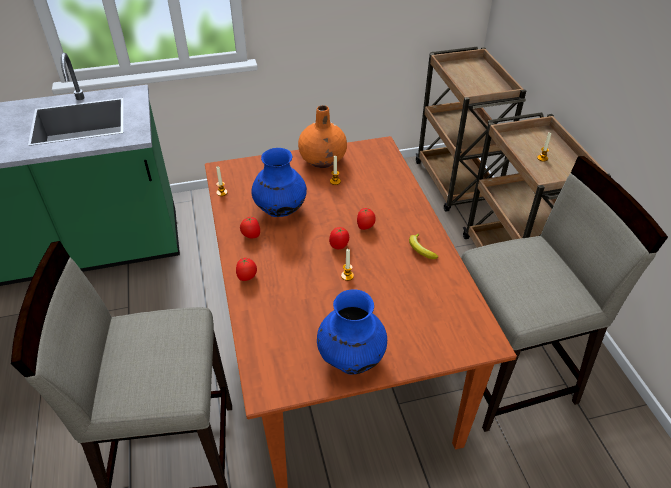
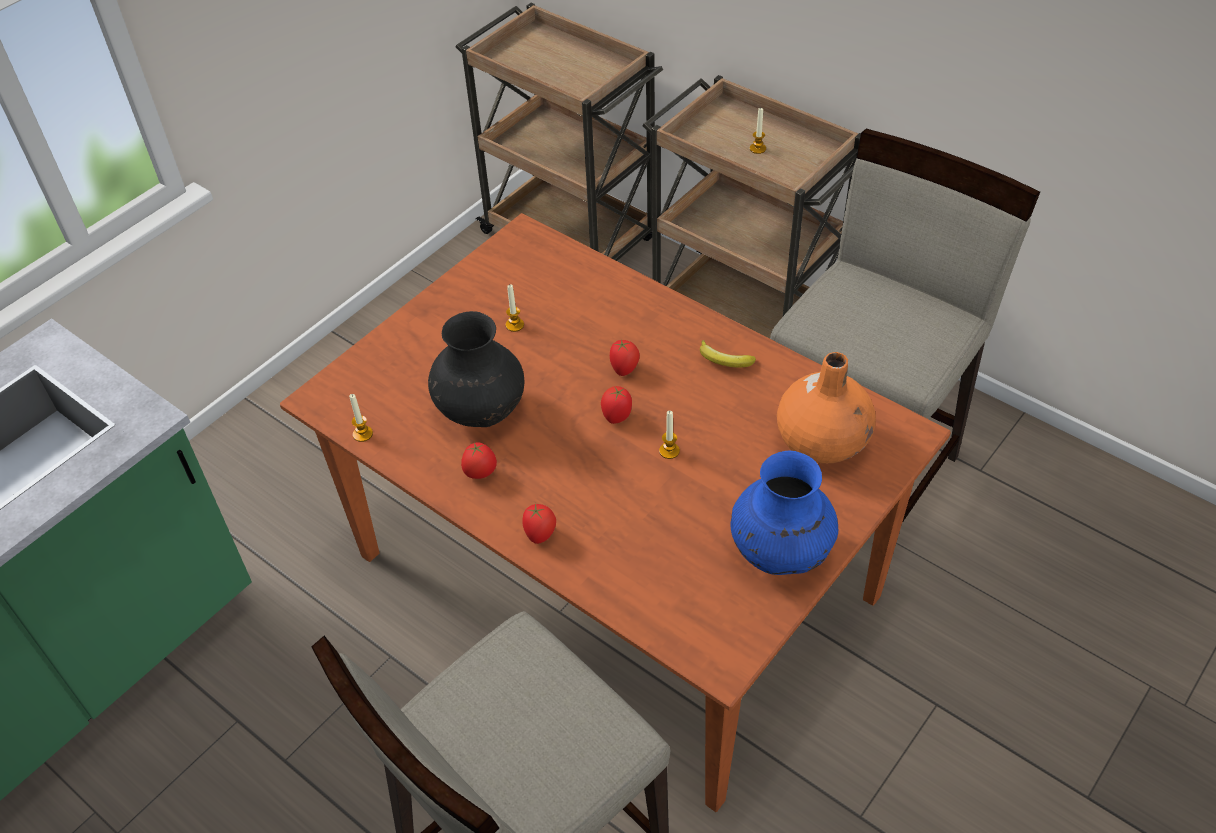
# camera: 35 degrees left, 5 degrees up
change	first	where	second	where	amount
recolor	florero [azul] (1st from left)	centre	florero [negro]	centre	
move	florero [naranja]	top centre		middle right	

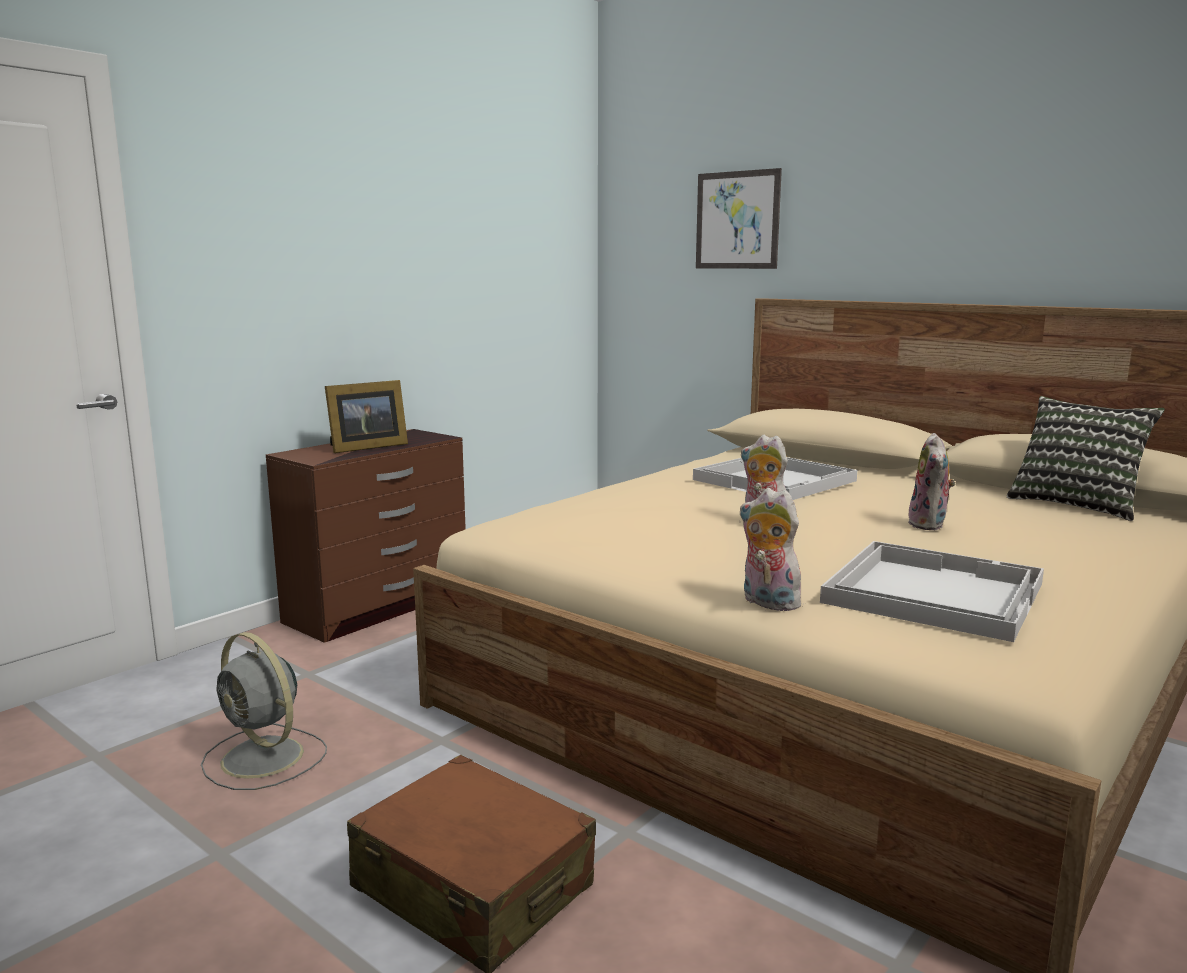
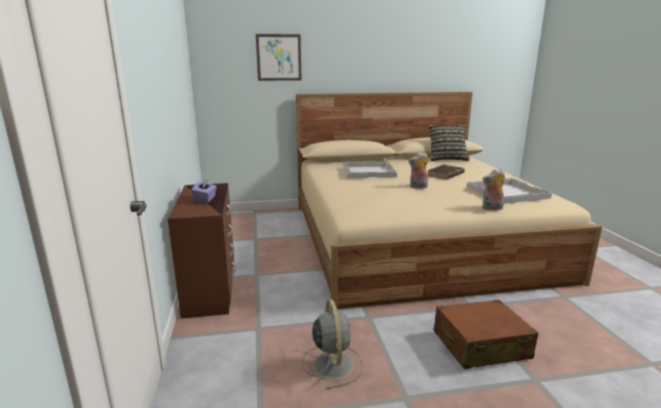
# camera: 50 degrees left, 5 degrees up
change	first	where	second	where	amount
replace	portarretratos	middle left	caja de pañuelos [morado]	middle left	
rotate	ventilador [gris]	bottom left		bottom centre	90 degrees counterclockwise
replace	peluche (3rd from left)	middle right	libro [marrón]	middle right	

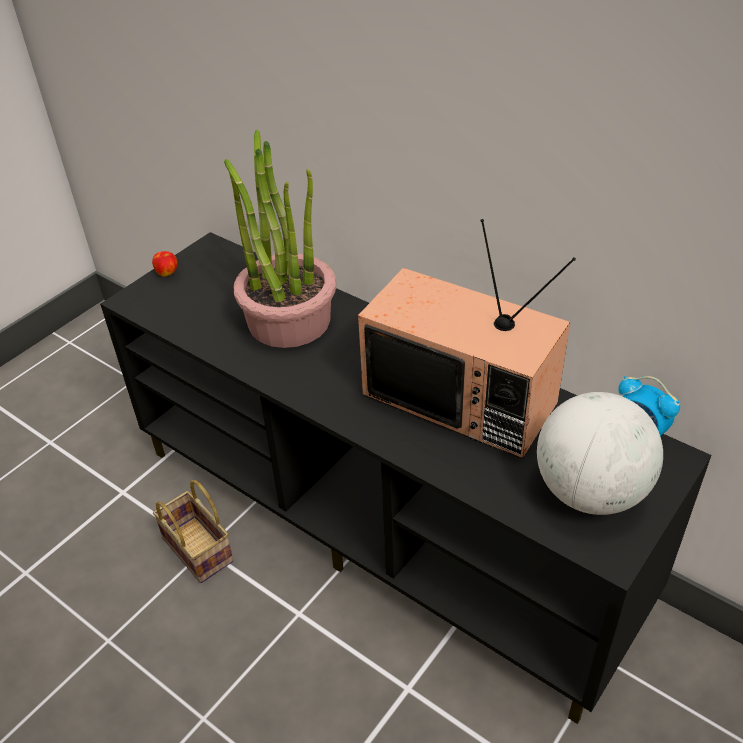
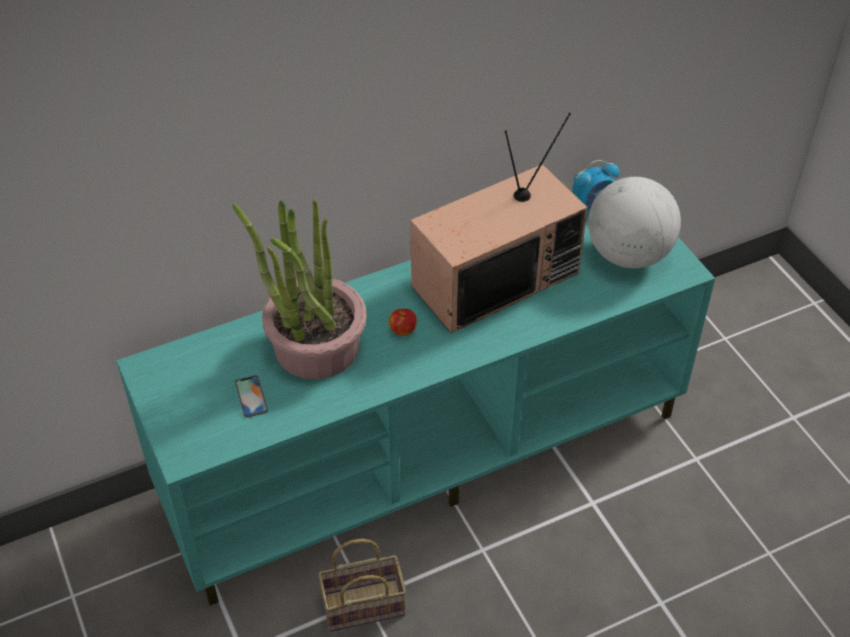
# camera: 65 degrees left, 5 degrees up
change	first	where	second	where	amount
recolor	mueble de televisión [negro]	centre	mueble de televisión [turquesa]	centre	
insert			móvil	middle left	
move	manzana	middle left		centre	

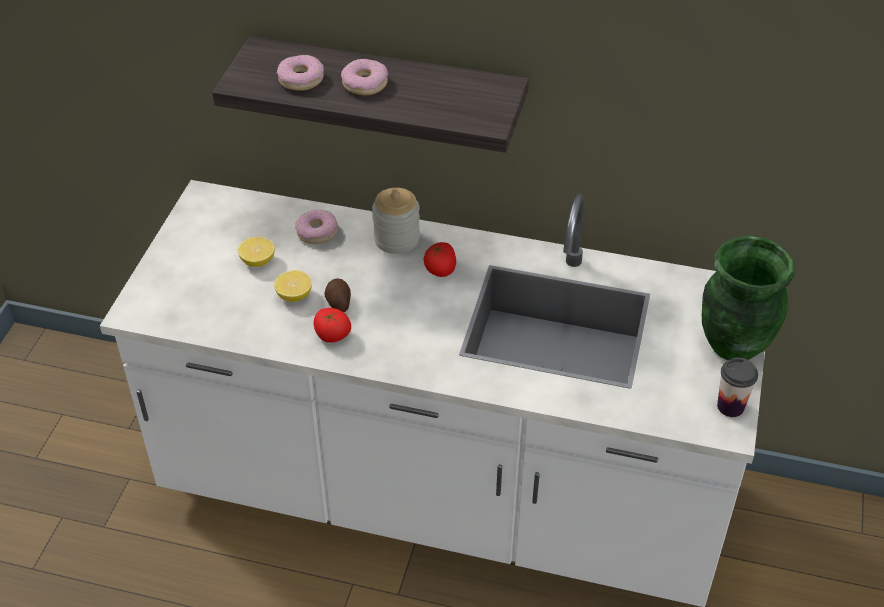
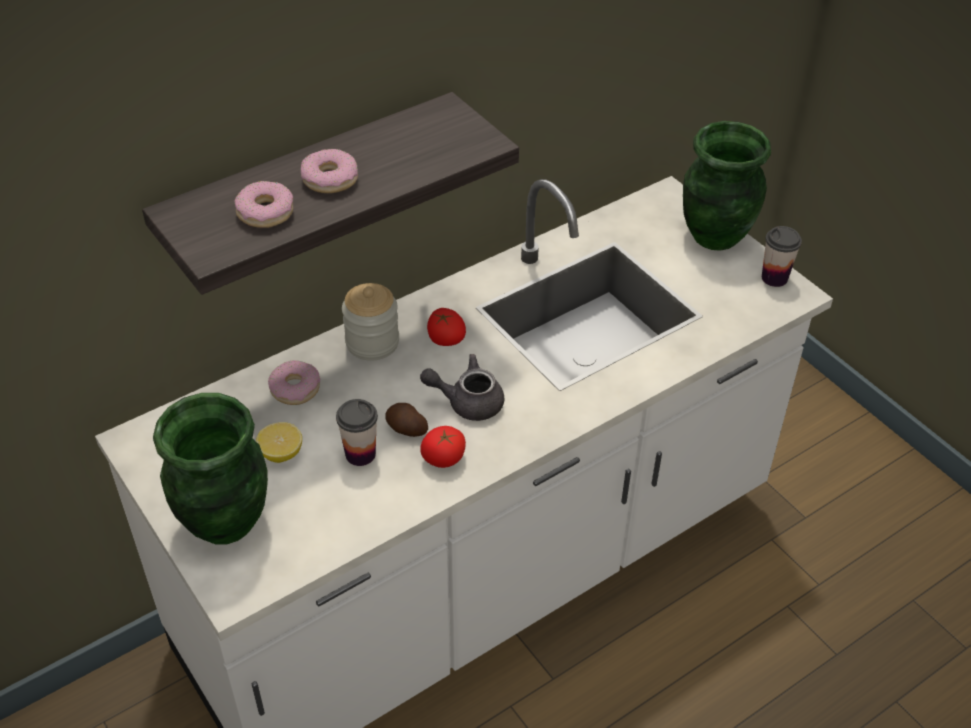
# camera: 50 degrees left, 0 degrees up
change	first	where	second	where	amount
insert			florero [verde] (1st from left)	middle left	
replace	limón (2nd from left)	middle left	taza (1st from left)	centre	
insert			tetera [gris]	centre	

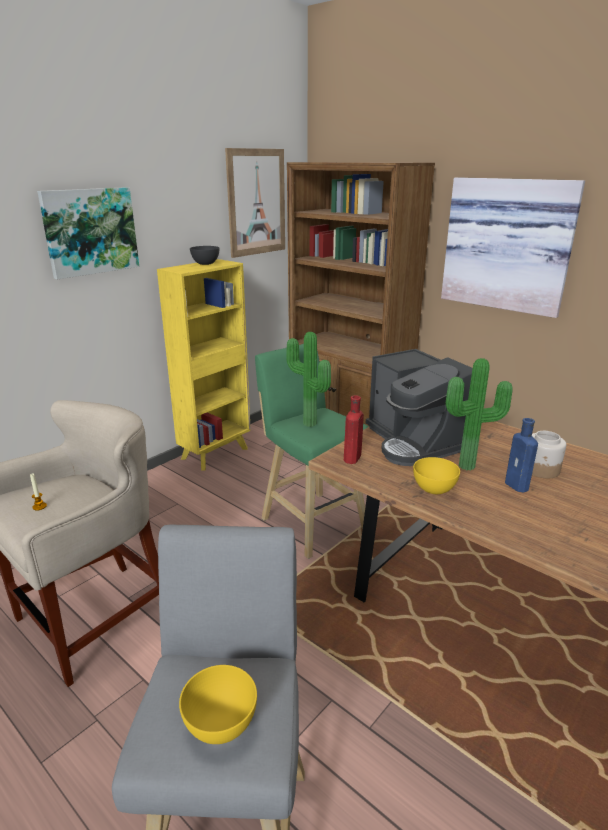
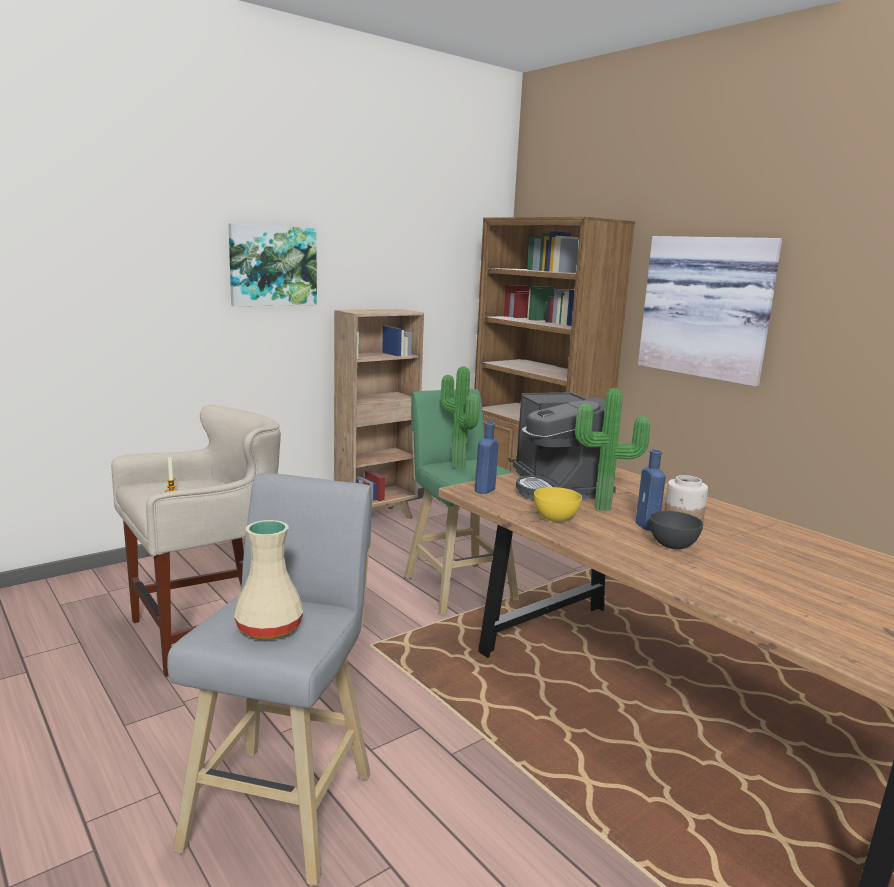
# camera: 10 degrees right, 10 degrees down
change	first	where	second	where	amount
replace	cuenco [amarillo] (1st from left)	bottom centre	florero [beis]	middle left	
recolor	estantería [amarillo]	centre	estantería [marrón] (1st from left)	centre	
recolor	botella [rojo]	centre	botella [azul] (1st from left)	centre	
move	cuenco [gris]	top centre		middle right	
delete	cuadro (2nd from left)	top centre			

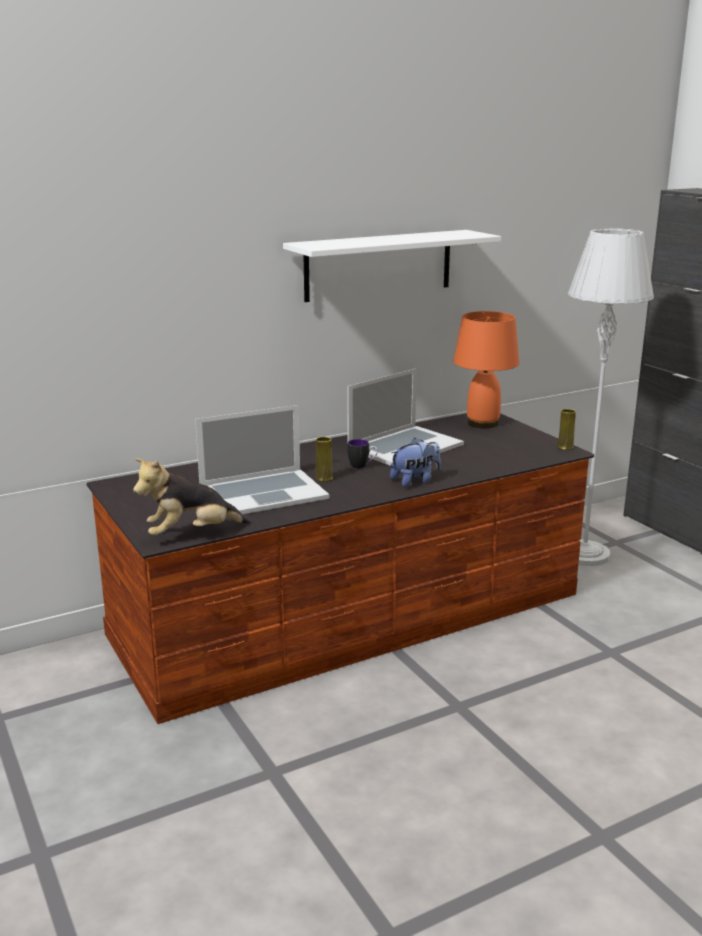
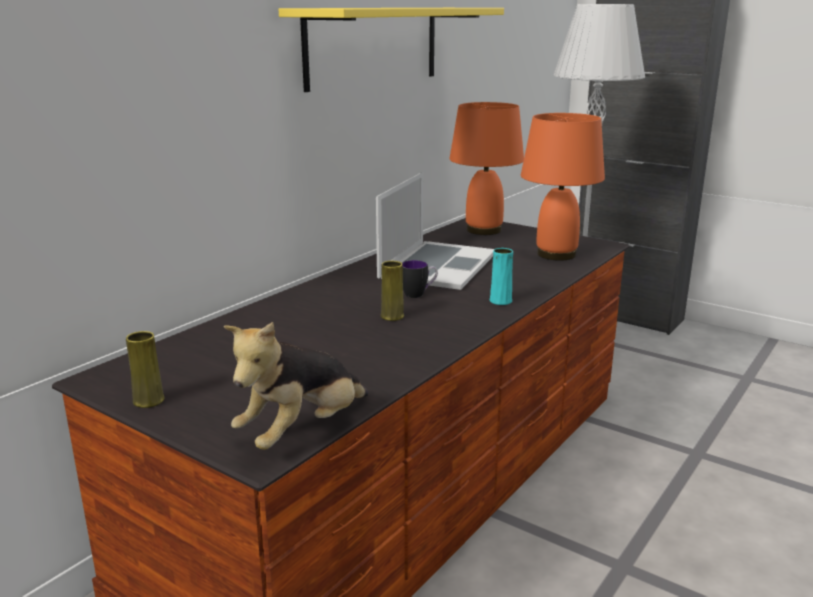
# camera: 25 degrees left, 0 degrees up
change	first	where	second	where	amount
move	florero [amarillo] (2nd from left in the first image)	middle right	florero [amarillo] (1st from left)	middle left	
recolor	estante [blanco]	top centre	estante [amarillo]	top centre	
replace	peluche (2nd from left)	centre	florero [turquesa]	centre	
insert			lámpara de mesa [naranja] (2nd from left)	top right	
delete	portátil (1st from left)	centre			

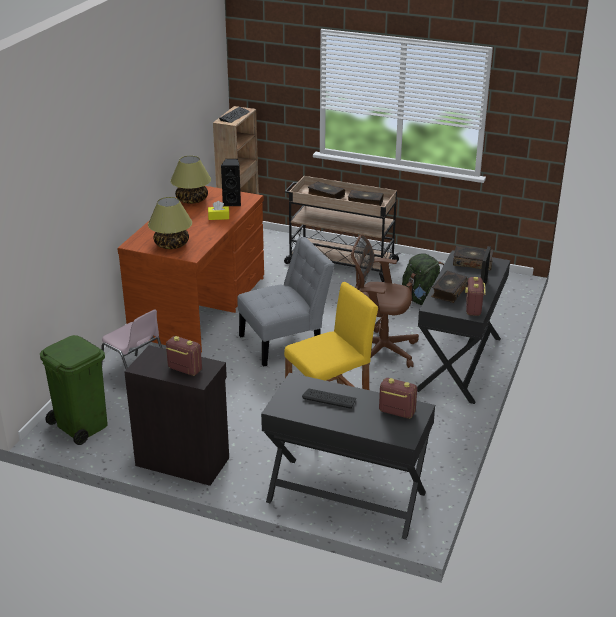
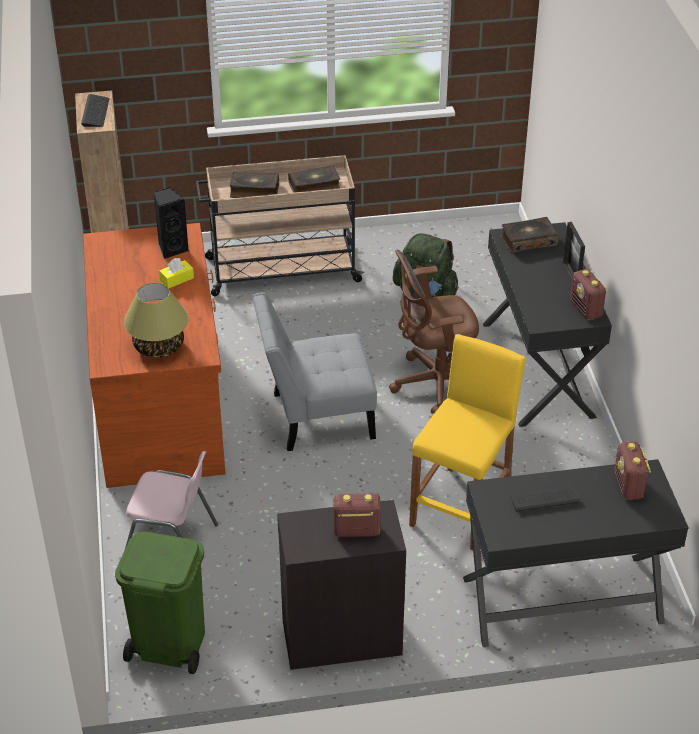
# camera: 30 degrees left, 10 degrees up
change	first	where	second	where	amount
rotate	silla [gris]	centre		centre	135 degrees counterclockwise
rotate	radio (2nd from left in the first image)	centre	radio (3rd from left)	middle right	90 degrees counterclockwise
delete	lámpara de mesa (2nd from left)	top left			
delete	libro (3rd from left)	middle right			

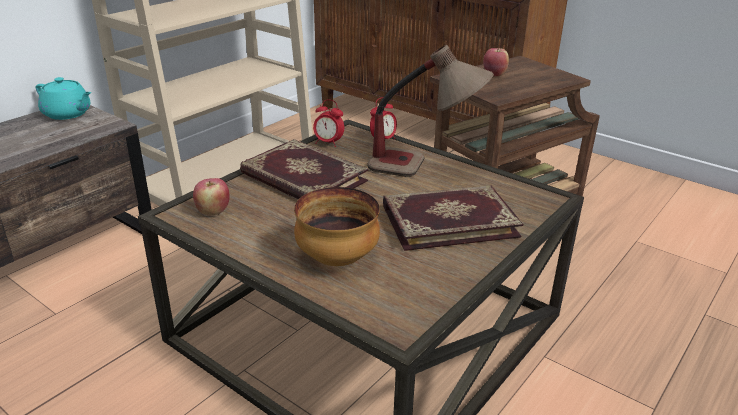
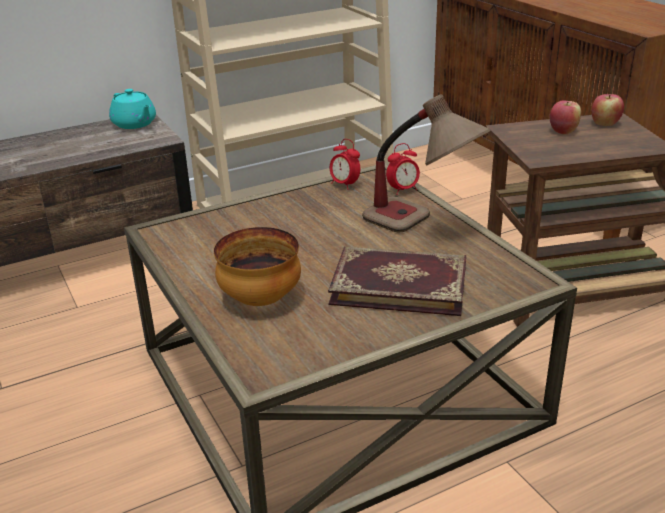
# camera: 25 degrees right, 0 degrees up
change	first	where	second	where	amount
move	manzana (1st from left in the first image)	middle left	manzana (2nd from left)	top right	
delete	libro (1st from left)	centre			

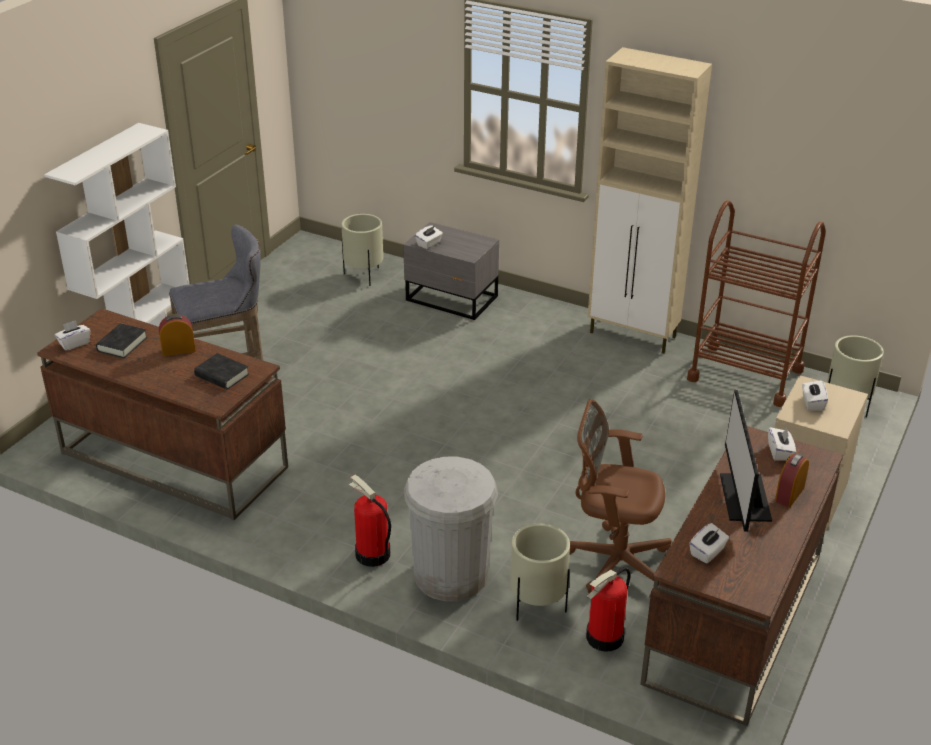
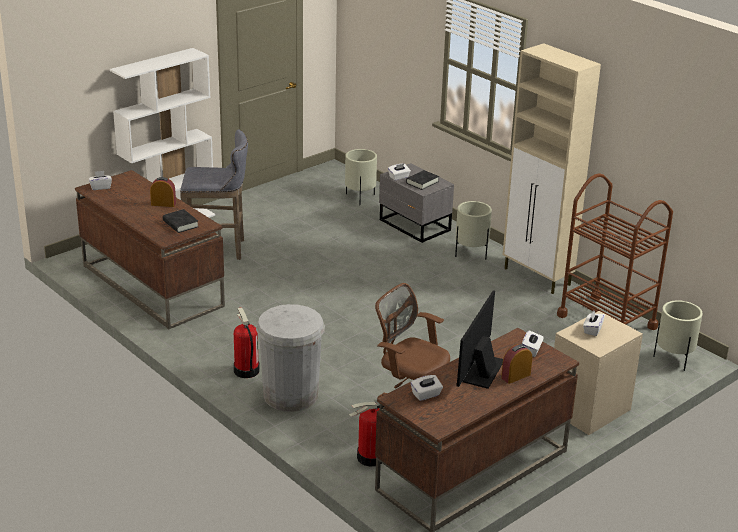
# camera: 20 degrees right, 5 degrees down
change	first	where	second	where	amount
move	libro [negro] (1st from left in the first image)	middle left	libro [negro] (2nd from left)	centre	
move	maceta [beis] (2nd from left)	bottom centre		centre	

